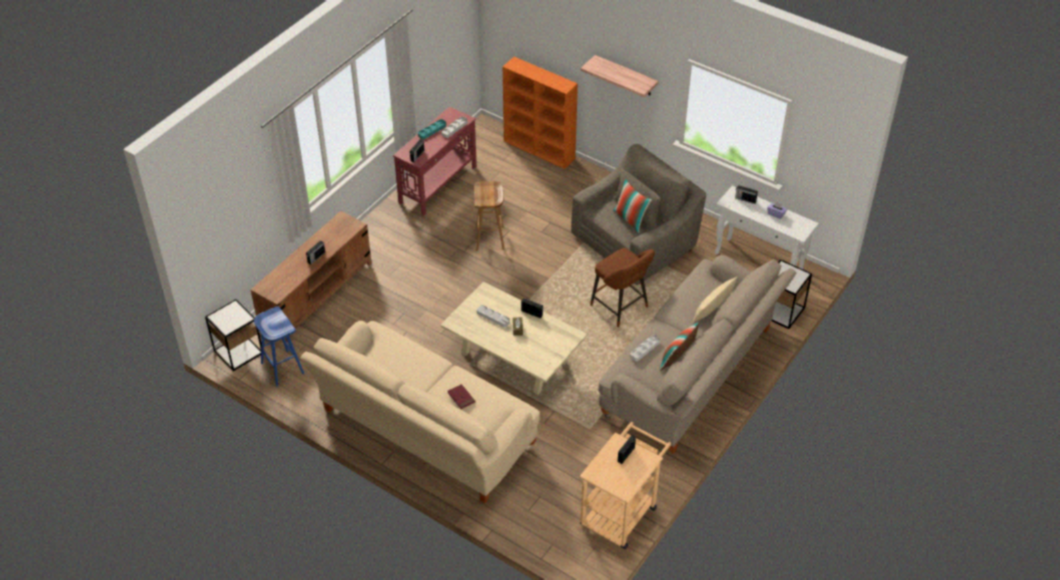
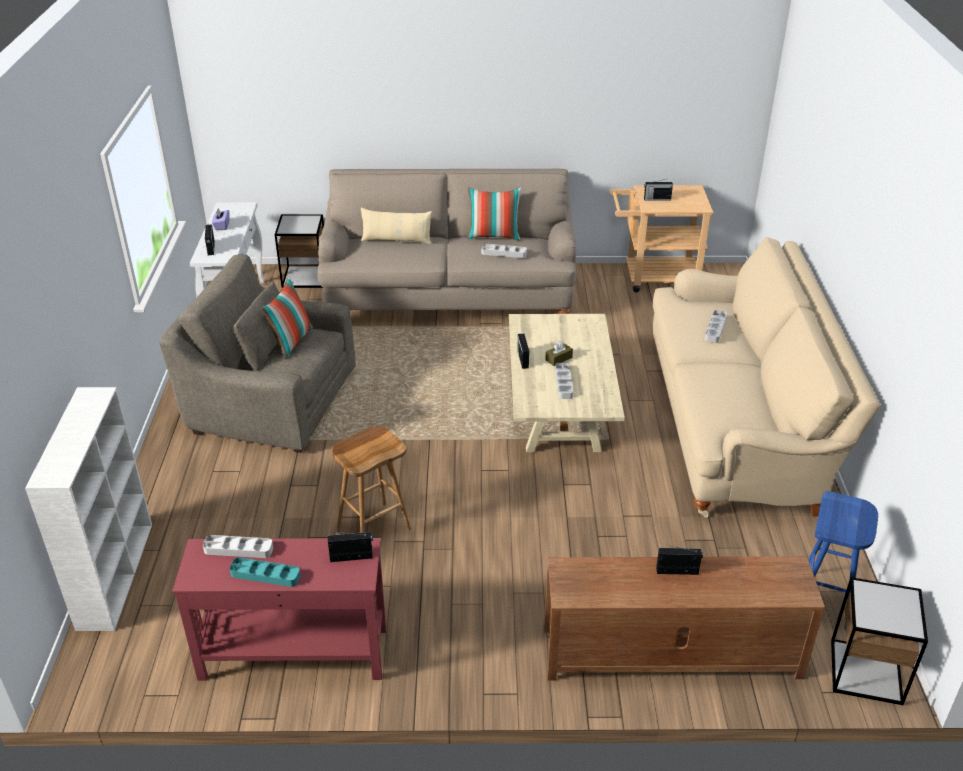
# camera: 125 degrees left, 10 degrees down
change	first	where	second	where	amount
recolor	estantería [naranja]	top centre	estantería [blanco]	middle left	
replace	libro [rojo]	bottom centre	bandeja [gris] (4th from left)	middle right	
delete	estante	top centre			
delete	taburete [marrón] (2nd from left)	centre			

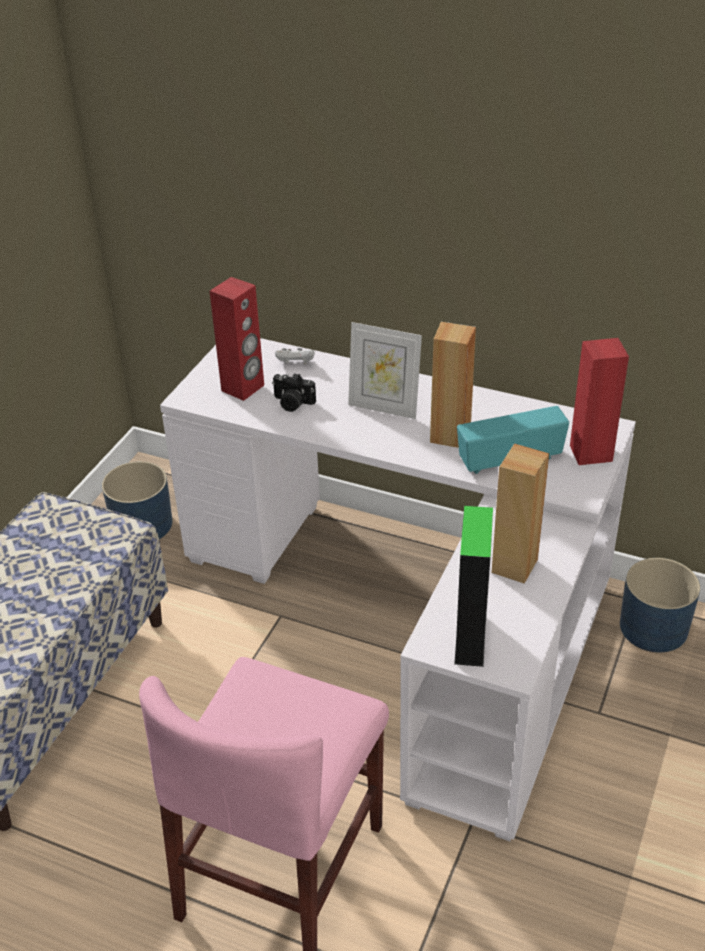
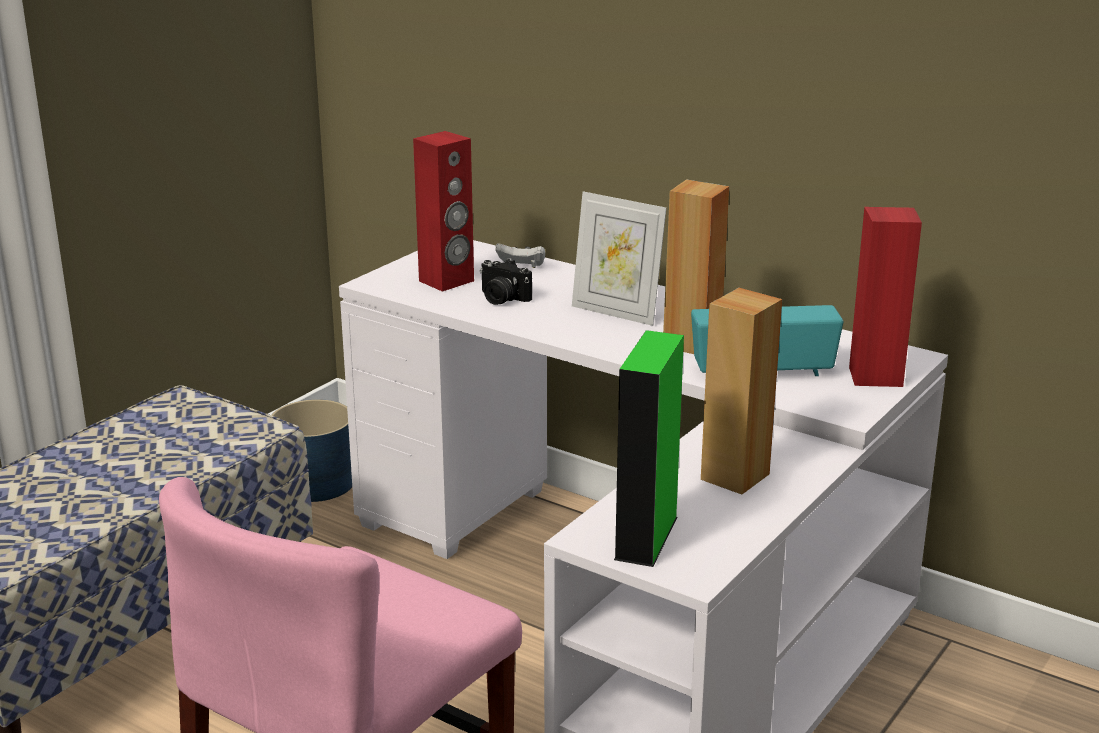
# camera: 10 degrees right, 15 degrees down
change	first	where	second	where	amount
delete	maceta [azul] (2nd from left)	middle right			

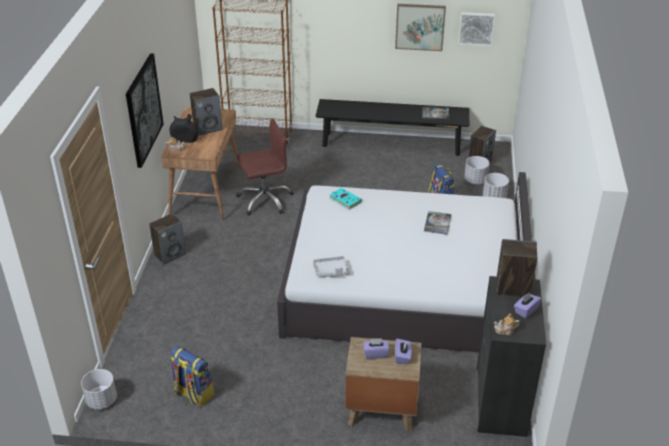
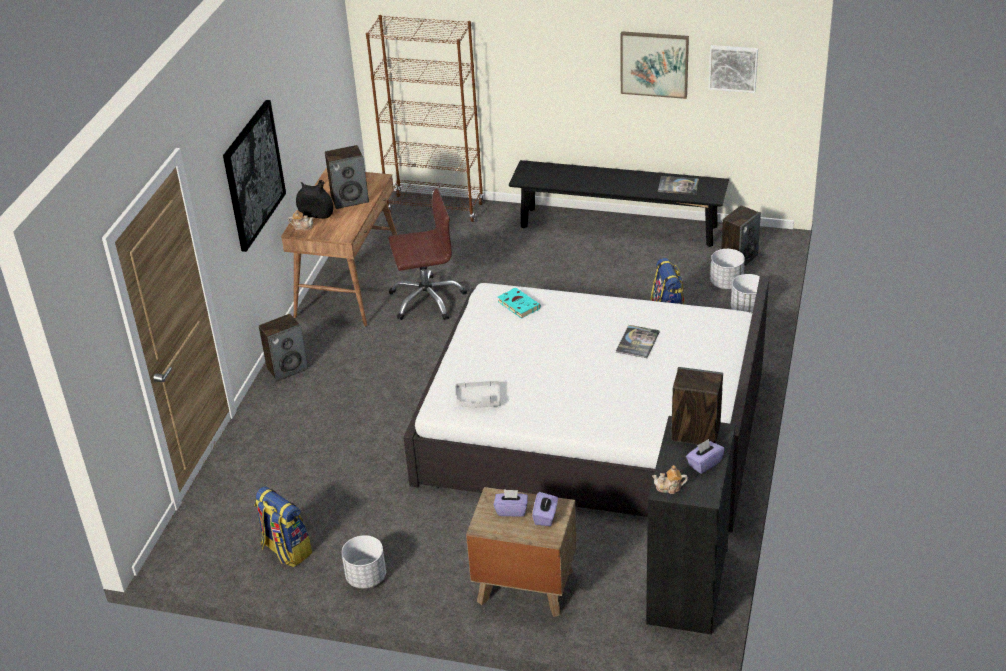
# camera: 10 degrees right, 0 degrees up
change	first	where	second	where	amount
move	maceta [blanco] (1st from left)	bottom left		bottom centre	

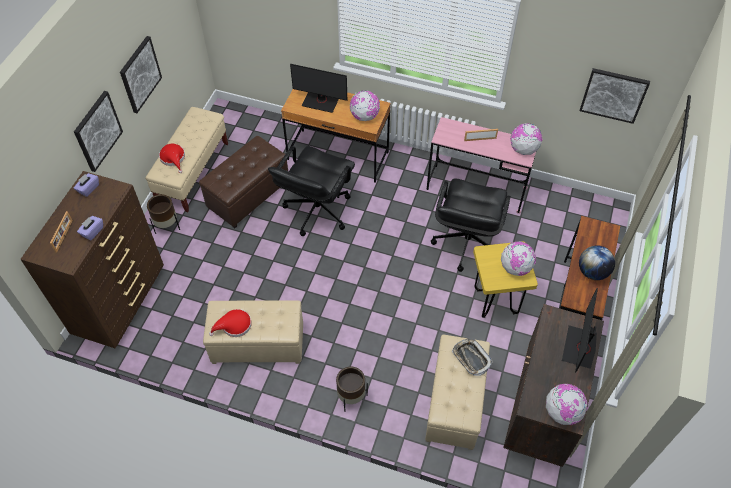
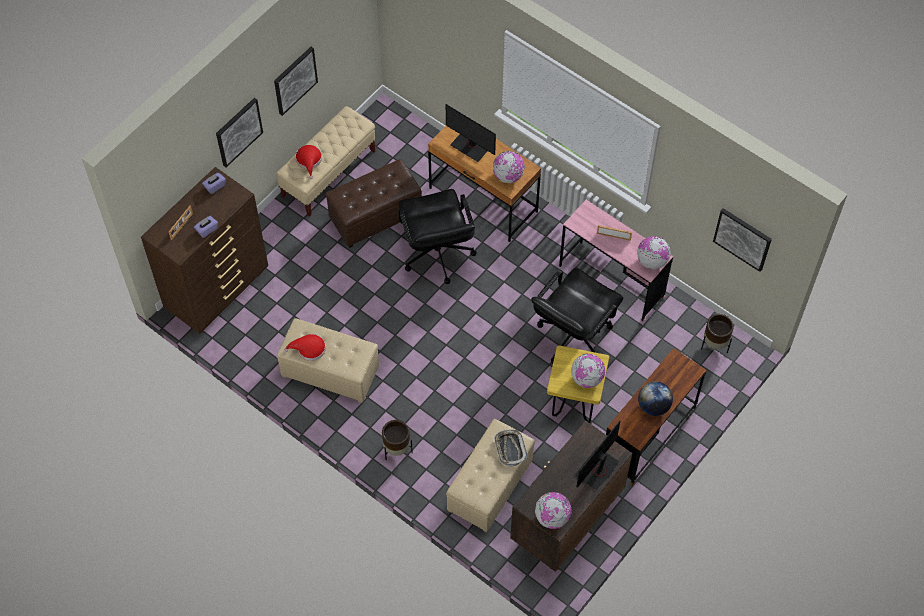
# camera: 20 degrees right, 5 degrees up
change	first	where	second	where	amount
rotate	silla de oficina [negro] (1st from left)	centre		centre	60 degrees counterclockwise
move	maceta [marrón] (1st from left in the first image)	middle left	maceta [marrón] (2nd from left)	middle right	

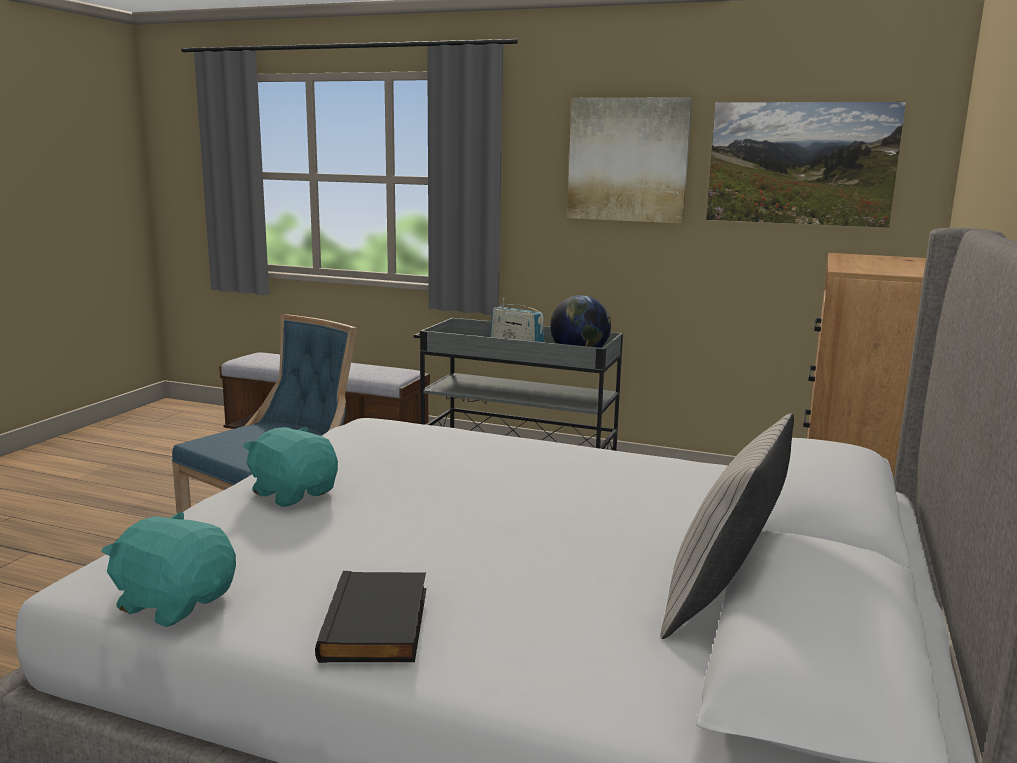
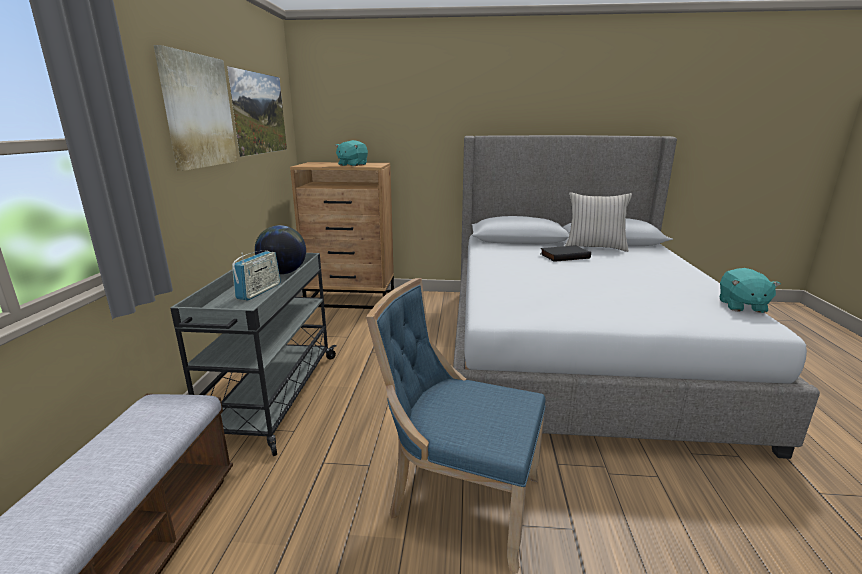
# camera: 105 degrees left, 5 degrees up
change	first	where	second	where	amount
move	peluche [turquesa] (2nd from left in the first image)	middle left	peluche [turquesa] (1st from left)	top centre	
move	libro [negro]	bottom centre		centre	

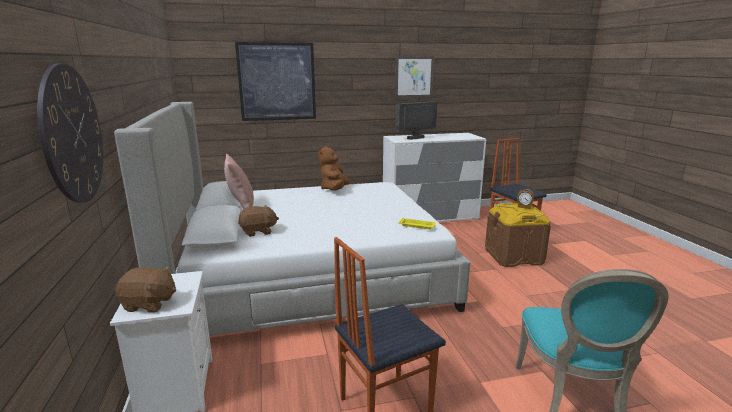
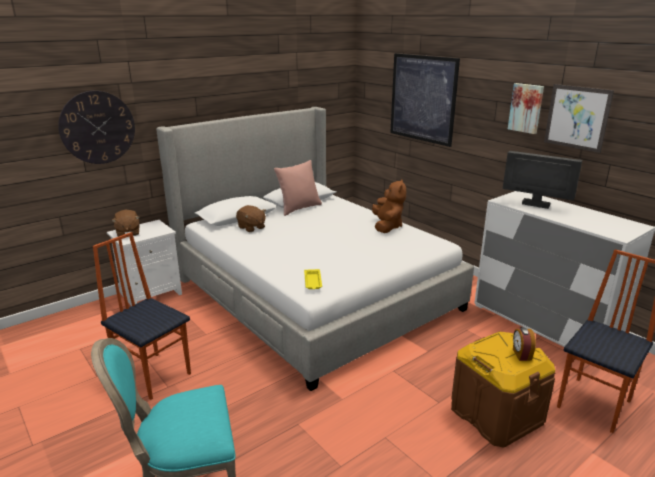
# camera: 65 degrees right, 5 degrees up
change	first	where	second	where	amount
rotate	peluche [marrón] (3rd from left)	centre		centre	105 degrees clockwise
insert			cuadro (2nd from left)	top right	

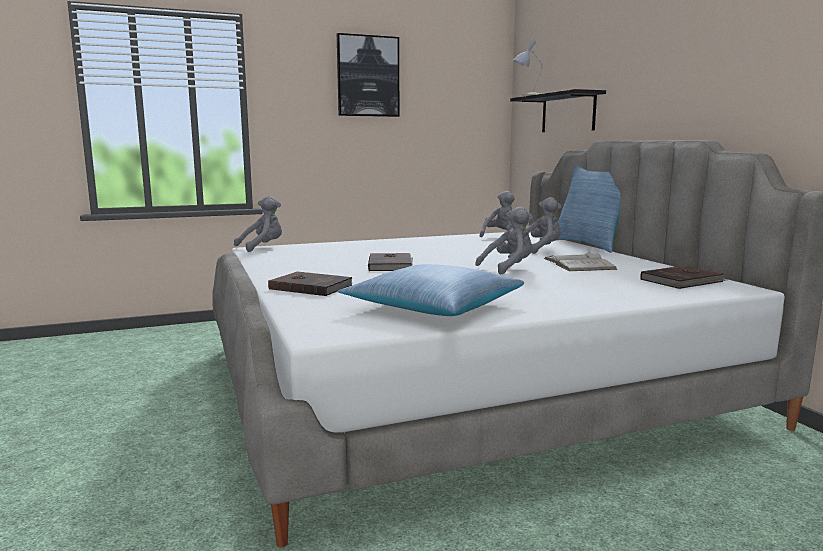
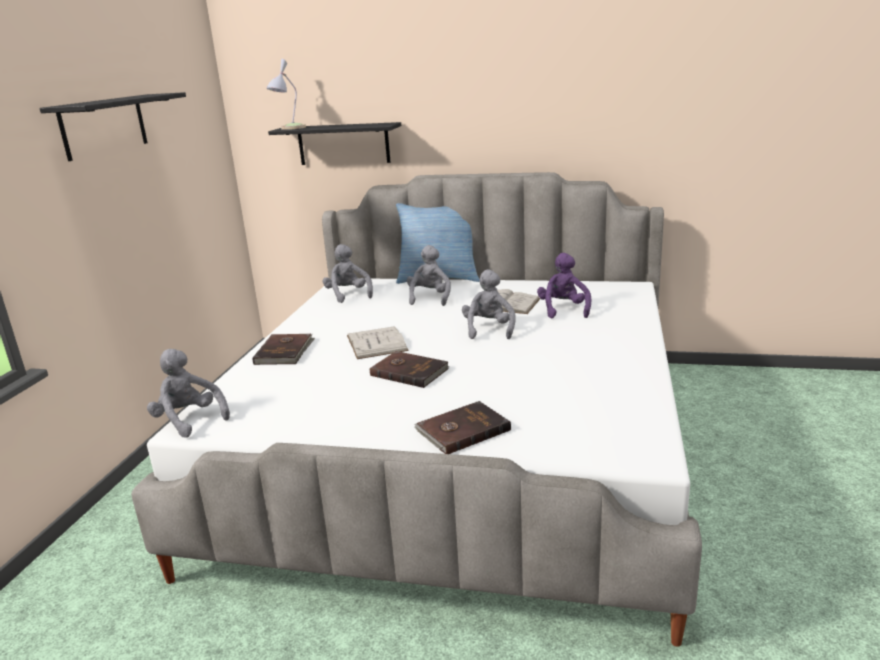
# camera: 55 degrees left, 10 degrees up
change	first	where	second	where	amount
replace	cuadro	top centre	estante [negro] (1st from left)	top left	
rotate	peluche [gris] (1st from left)	middle left		middle left	45 degrees counterclockwise
move	libro [marrón] (3rd from left in the first image)	middle right	libro [marrón] (1st from left)	middle left	
insert			libro [blanco] (1st from left)	centre	
insert			peluche [morado]	centre	
delete	cojín (1st from left)	centre			

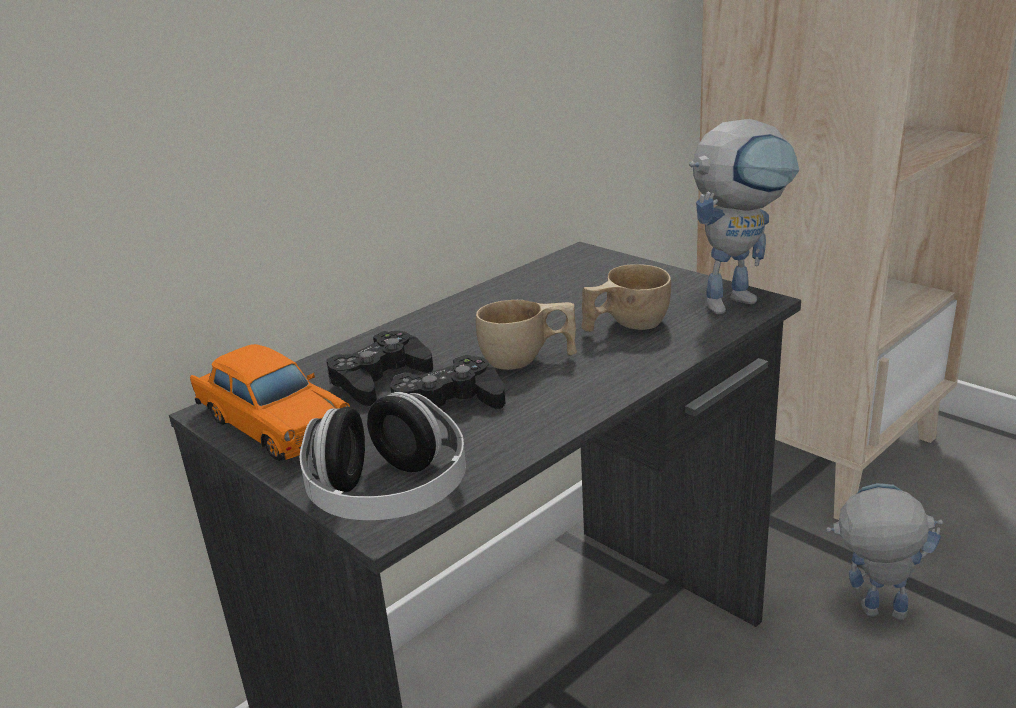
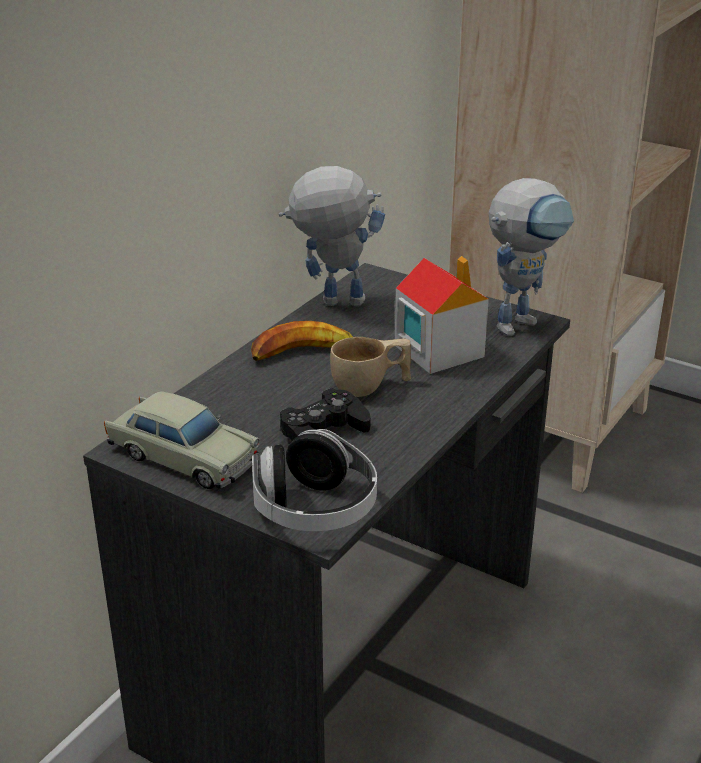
# camera: 15 degrees left, 5 degrees up
change	first	where	second	where	amount
recolor	coche de juguete [naranja]	middle left	coche de juguete [beis]	middle left	
insert			plátano	centre	
move	robot de juguete (2nd from left in the first image)	bottom right	robot de juguete (1st from left)	top centre	
replace	taza [beis] (2nd from left)	centre	casita	centre	
delete	mando de consola [negro] (1st from left)	centre			

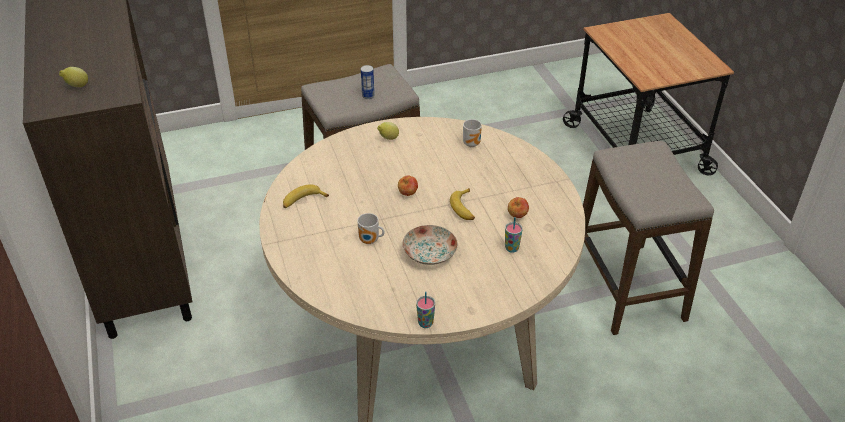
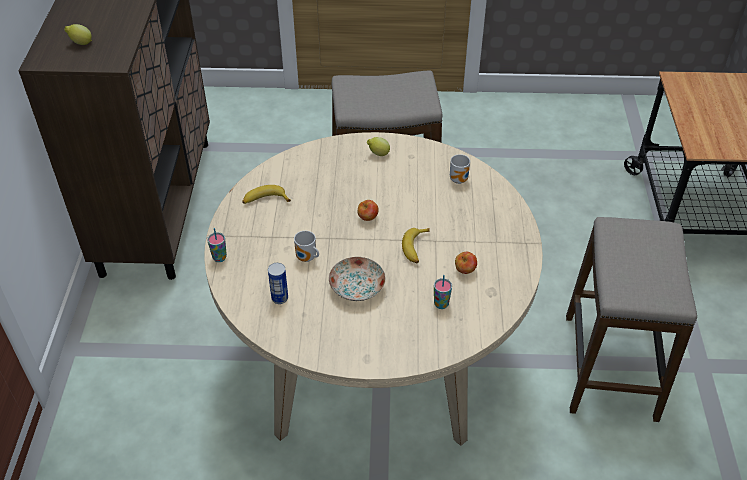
# camera: 20 degrees right, 5 degrees up
change	first	where	second	where	amount
move	taza (1st from left)	bottom centre		middle left	
move	lata	top centre		centre	

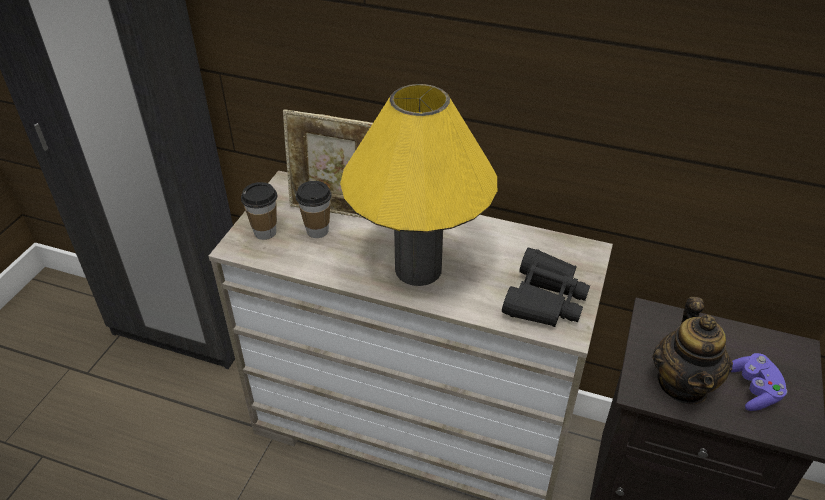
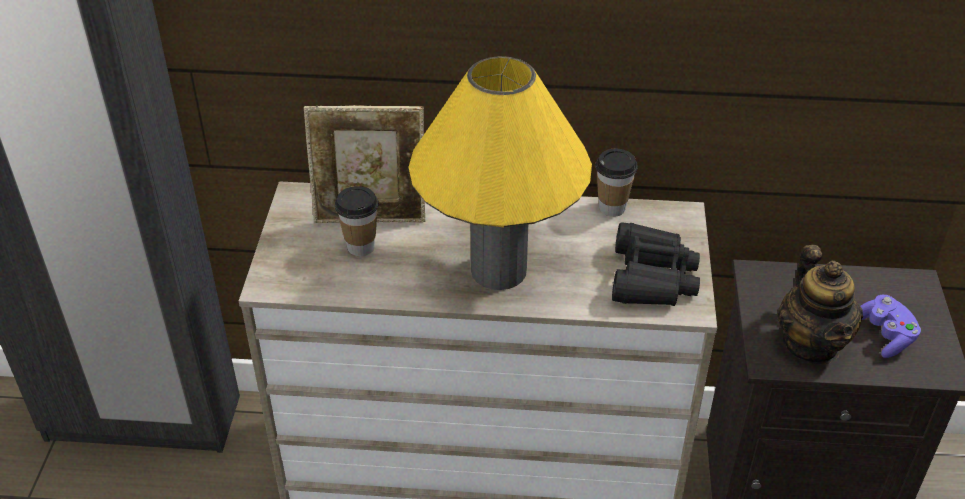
# camera: 15 degrees left, 0 degrees up
change	first	where	second	where	amount
move	taza (1st from left in the first image)	middle left	taza (2nd from left)	centre	

